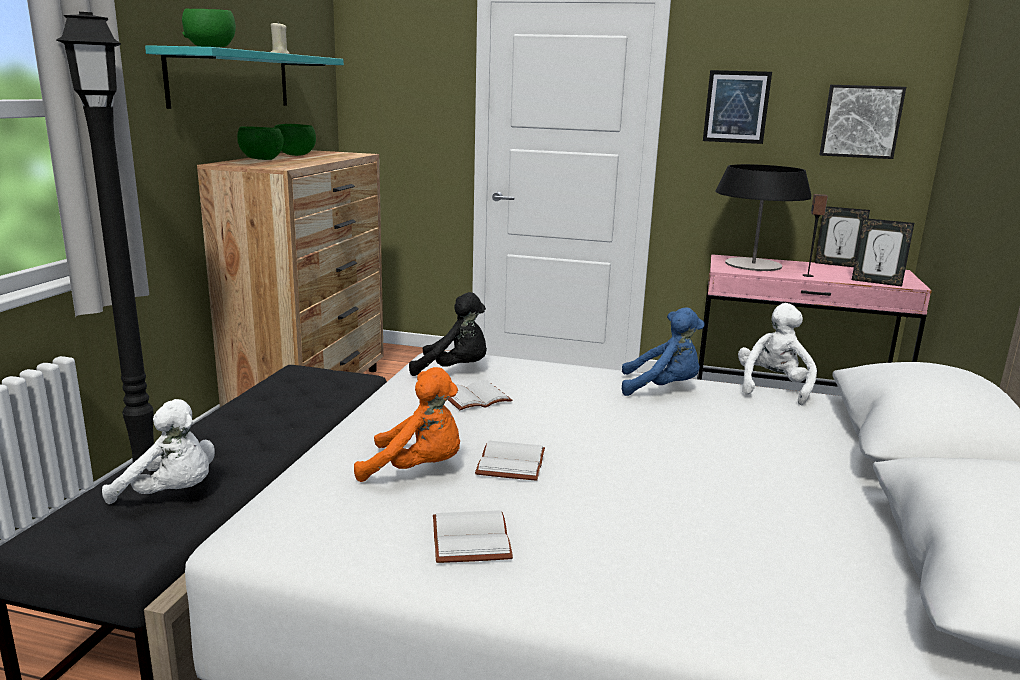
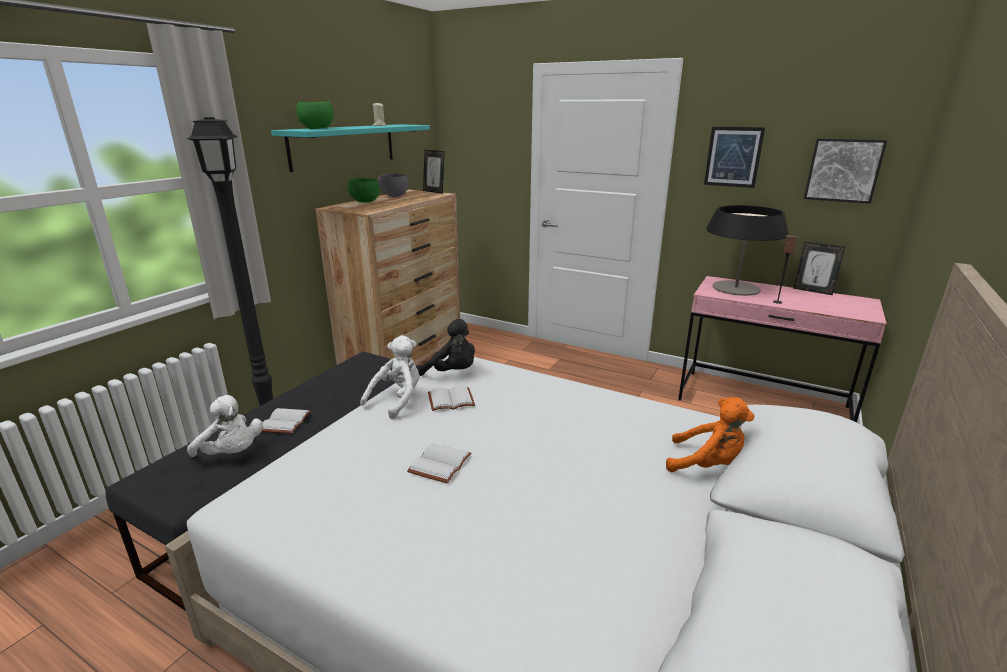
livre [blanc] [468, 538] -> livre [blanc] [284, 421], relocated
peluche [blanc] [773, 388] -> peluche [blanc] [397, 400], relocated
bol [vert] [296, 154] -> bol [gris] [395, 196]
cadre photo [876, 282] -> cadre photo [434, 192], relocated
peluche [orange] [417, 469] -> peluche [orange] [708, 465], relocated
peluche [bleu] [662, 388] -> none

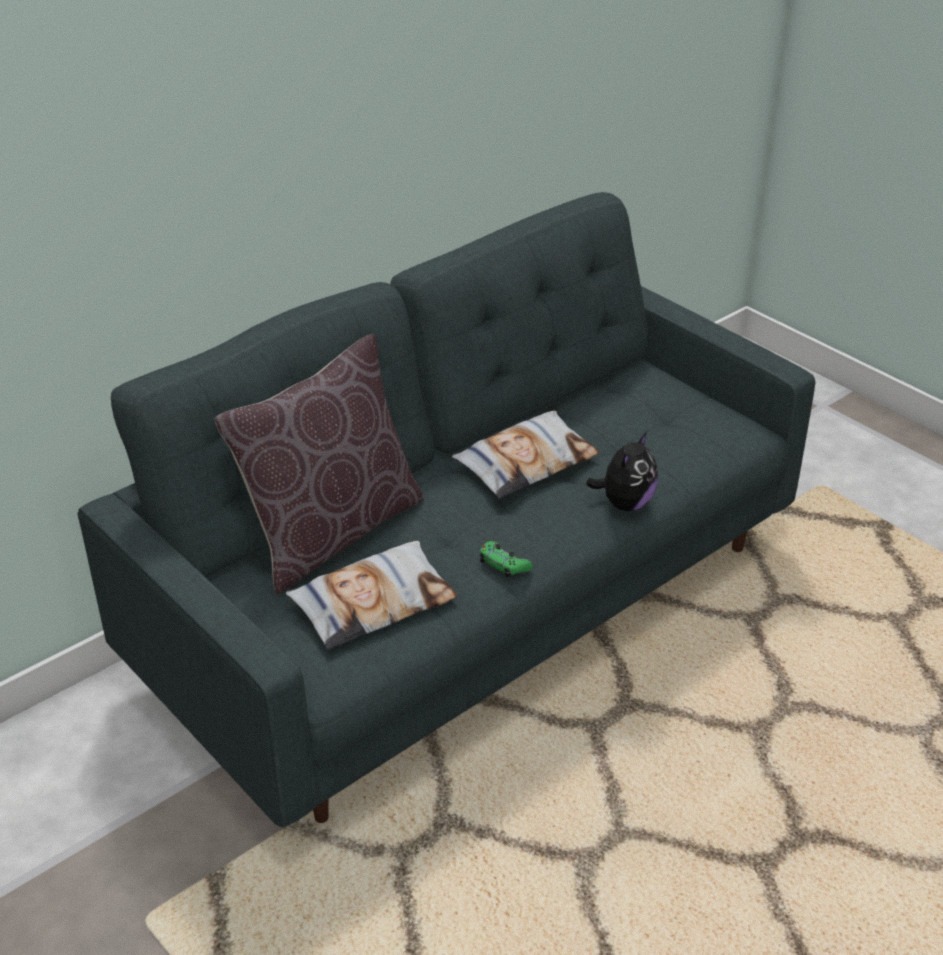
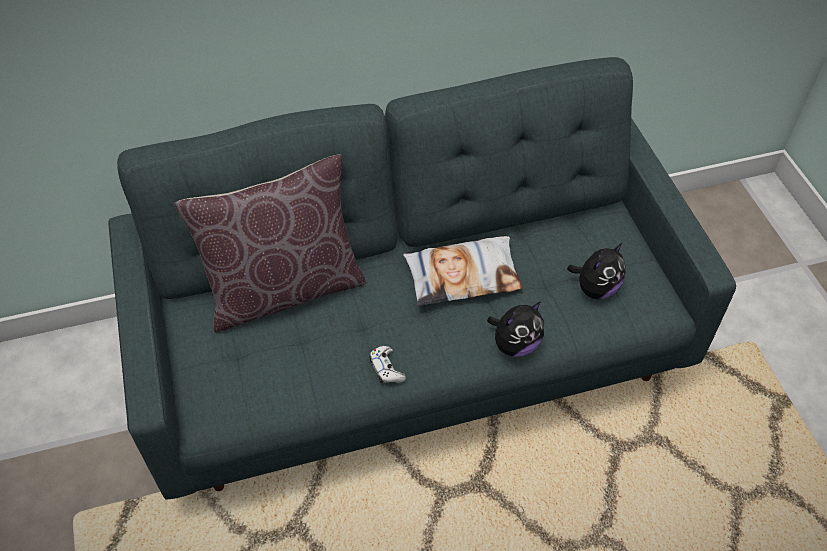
manette [vert] [504, 564] -> manette [blanc] [386, 368]
none -> peluche [595, 288]
coussin [373, 603] -> none

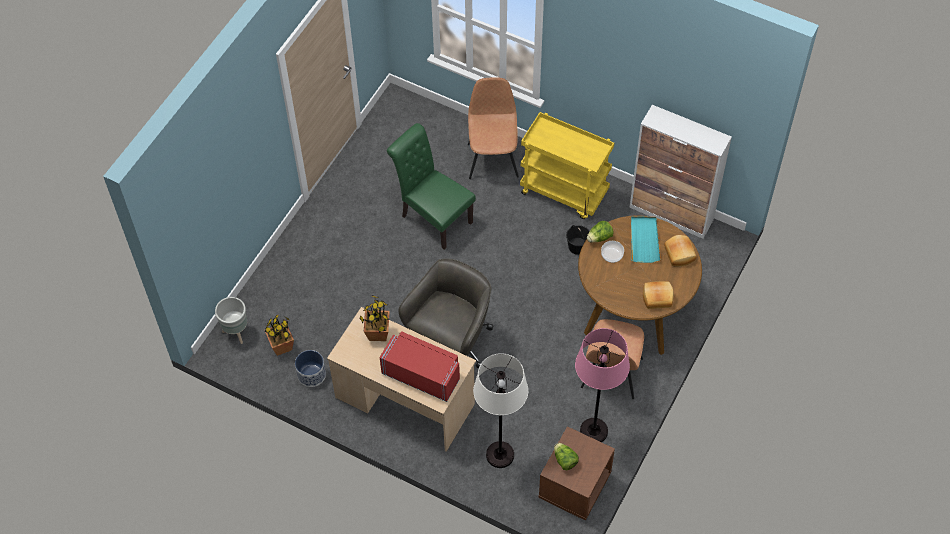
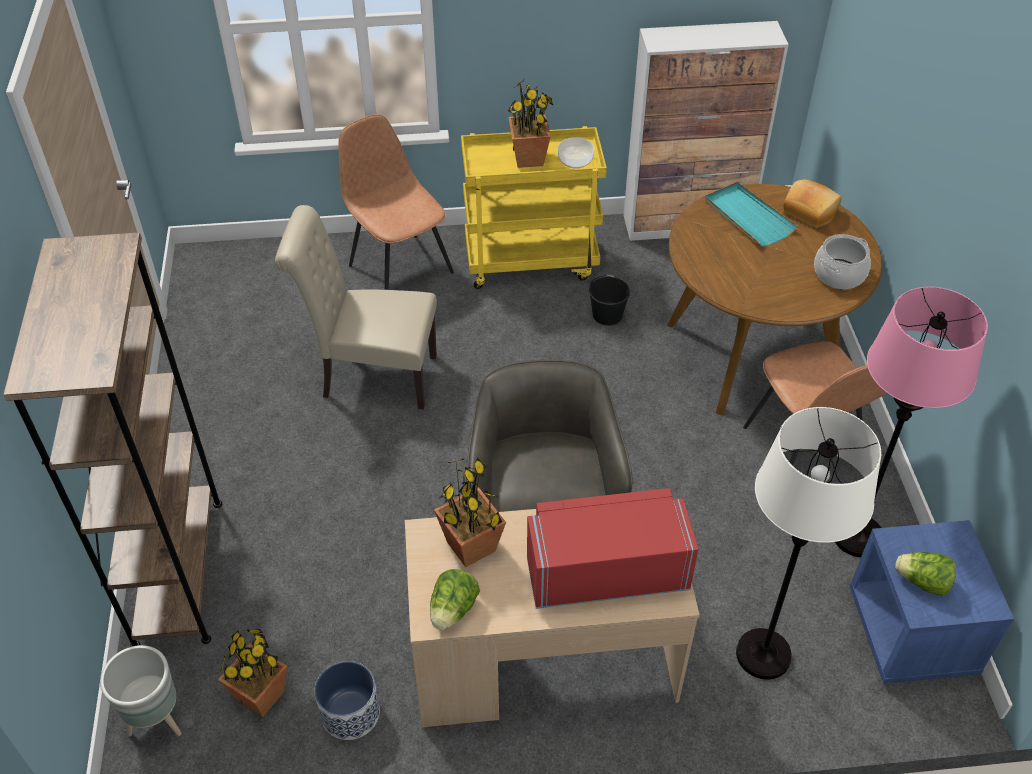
none -> bibliothèque [marron] [178, 571]
chaise [vert] [433, 217] -> chaise [beige] [372, 376]
laitue [599, 237] -> laitue [453, 610], relocated
none -> plante en pot [528, 158]
bol [611, 255] -> bol [575, 161], relocated
pain [657, 297] -> marmite [839, 274]
table de chevet [marron] [574, 487] -> table de chevet [bleu] [912, 633]

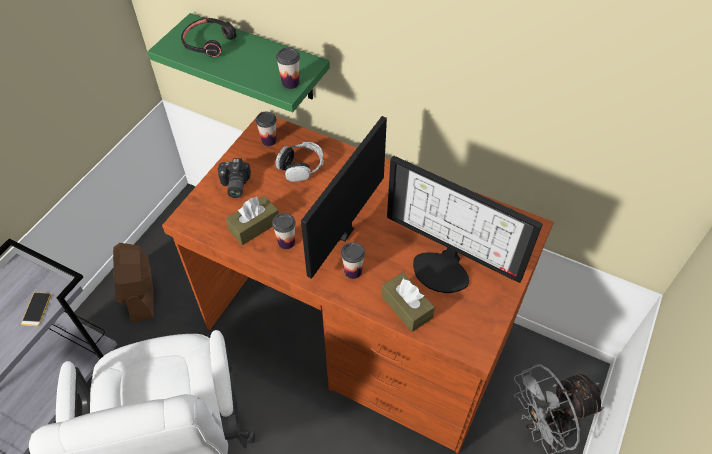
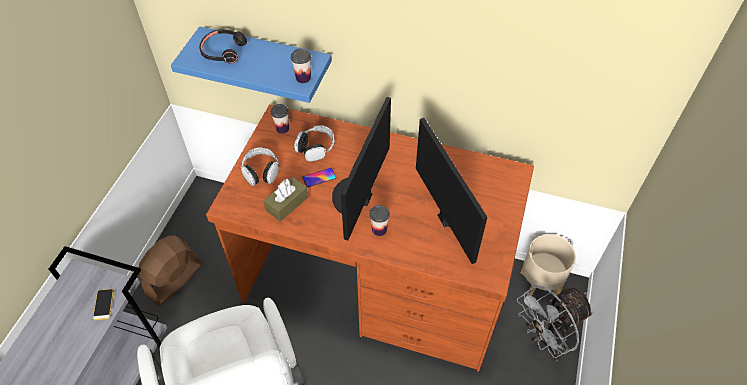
ventilateur [marron] [140, 293] -> ventilateur [marron] [174, 280], 60 degrees clockwise
étagère [vert] [260, 58] -> étagère [bleu] [267, 59]
appareil photo [234, 185] -> casque audio [261, 171]
none -> téléphone [319, 177]
écran d'ordinateur [444, 268] -> écran d'ordinateur [453, 216], 135 degrees counterclockwise
none -> cache-pot [beige] [538, 284]
tasse [286, 242] -> none
boîte à mouchoirs [marron] [406, 307] -> none

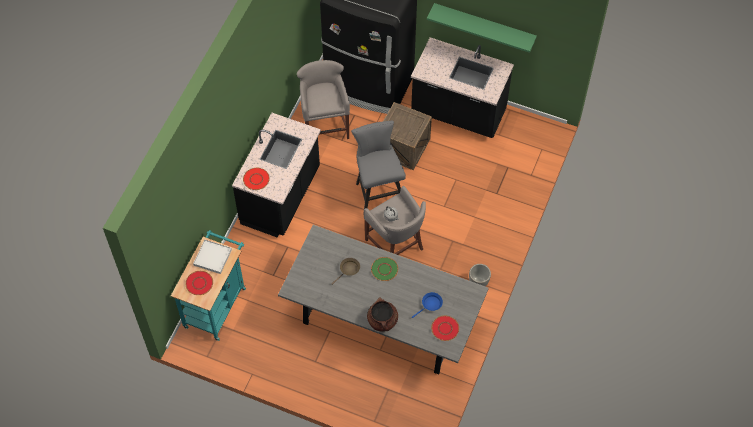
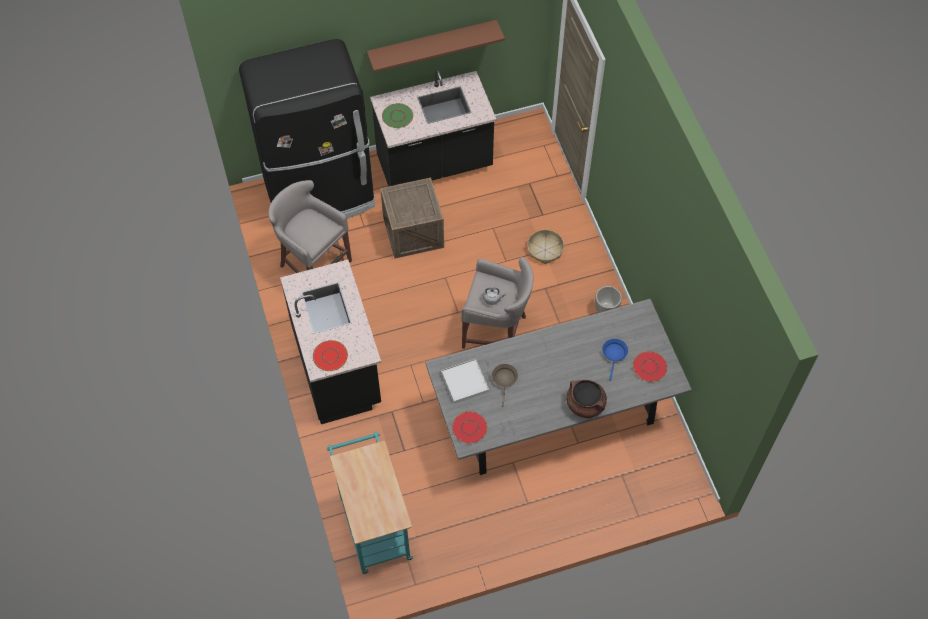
étagère [vert] [484, 25] -> étagère [marron] [432, 43]
assiette [vert] [384, 269] -> assiette [vert] [397, 116], relocated
plateau [blanc] [212, 257] -> plateau [blanc] [464, 382], relocated
assiette [rouge] [199, 283] -> assiette [rouge] [469, 428], relocated
none -> panier [545, 250]
tabouret [gris] [378, 191] -> none

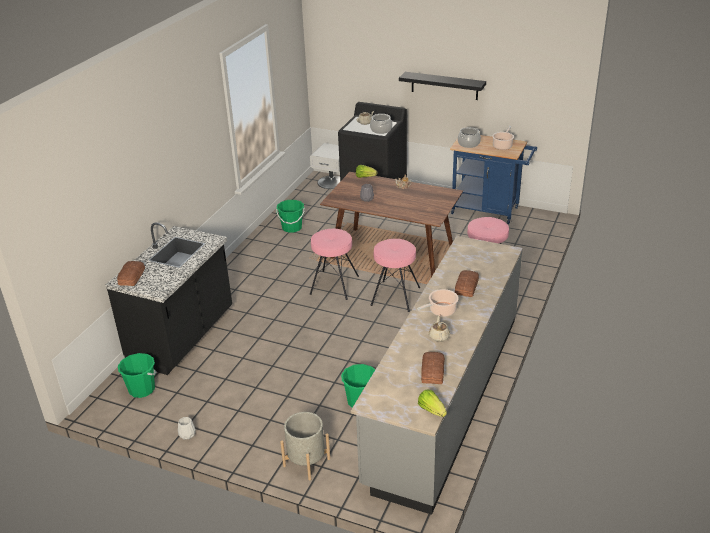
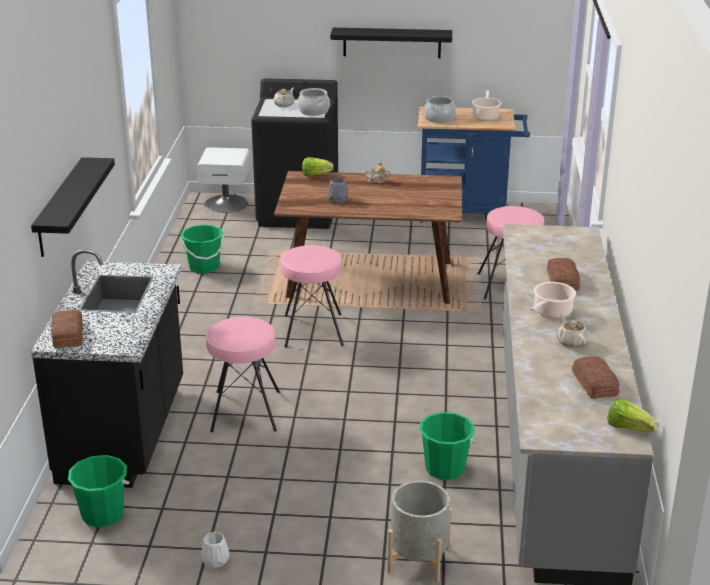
none -> étagère [noir] [60, 207]
tabouret [rose] [395, 296] -> tabouret [rose] [245, 411], relocated

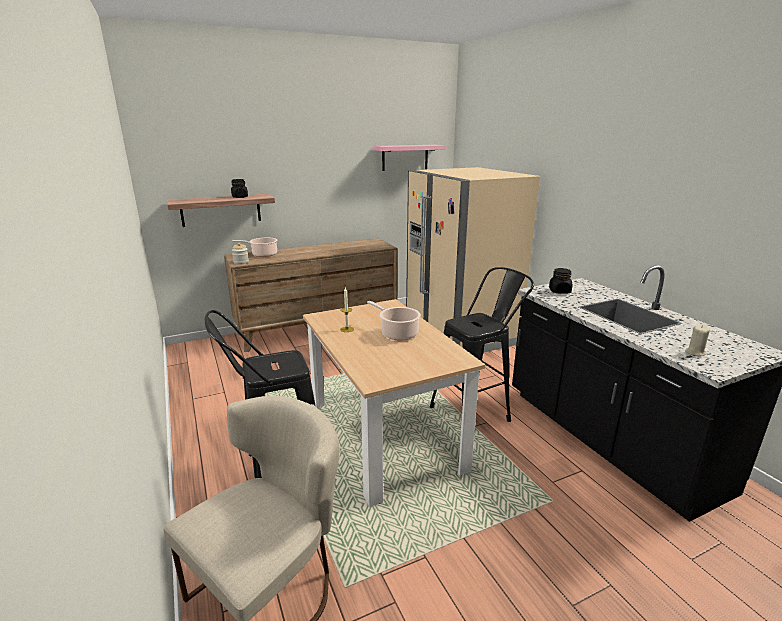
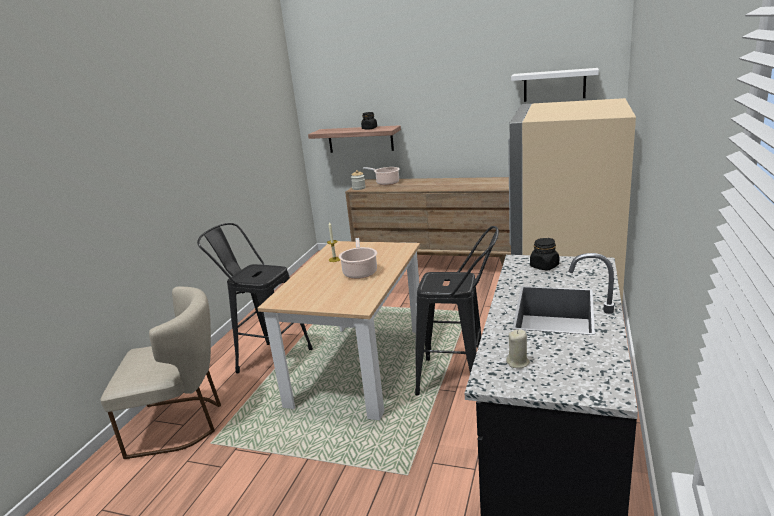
étagère [rose] [405, 157] -> étagère [blanc] [554, 85]

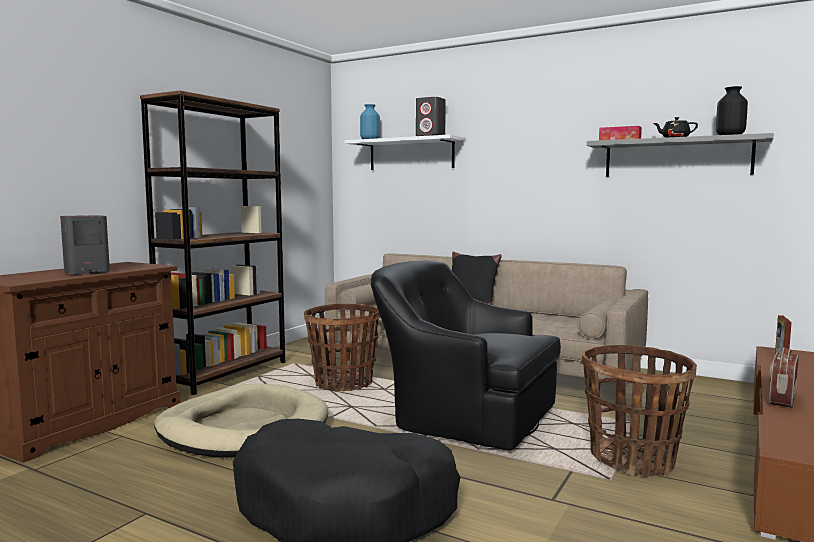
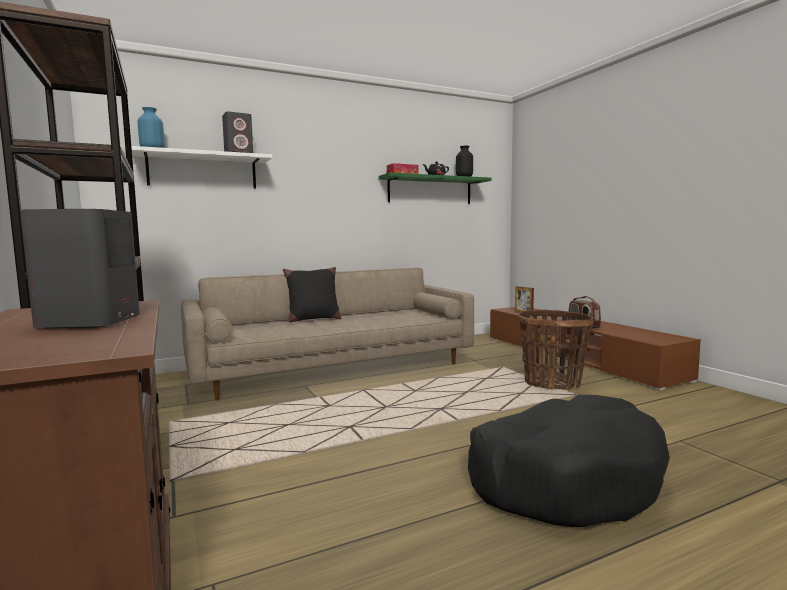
étagère [gris] [676, 157] -> étagère [vert] [430, 190]
panier pour chien [beige] [243, 428] -> none
panier [343, 383] -> none
fauteuil [noir] [462, 417] -> none

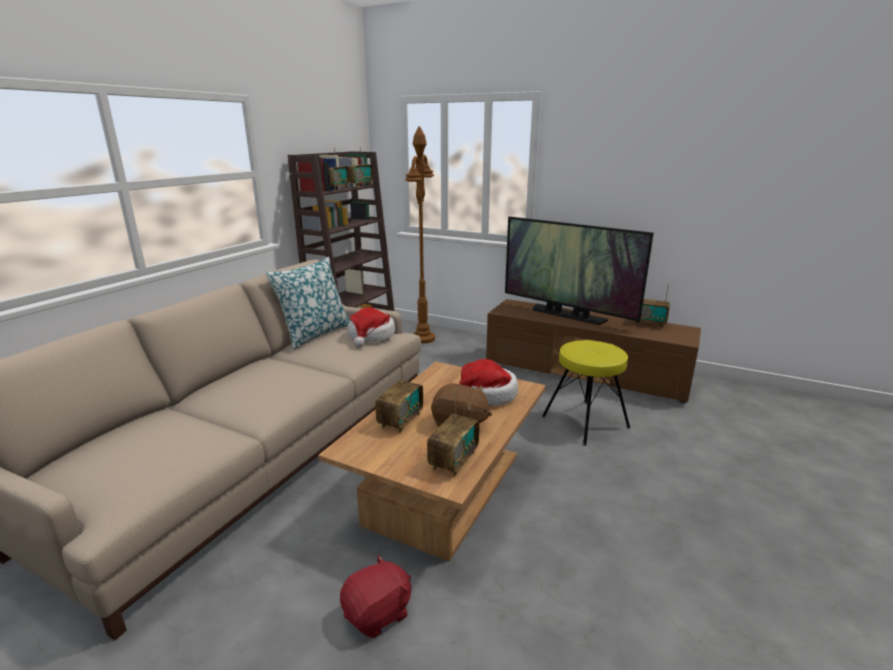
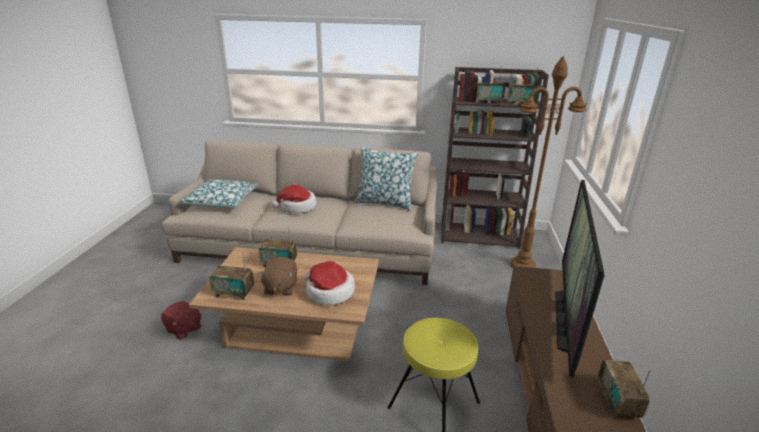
none -> coussin [222, 201]
chapeau [371, 336] -> chapeau [297, 207], relocated

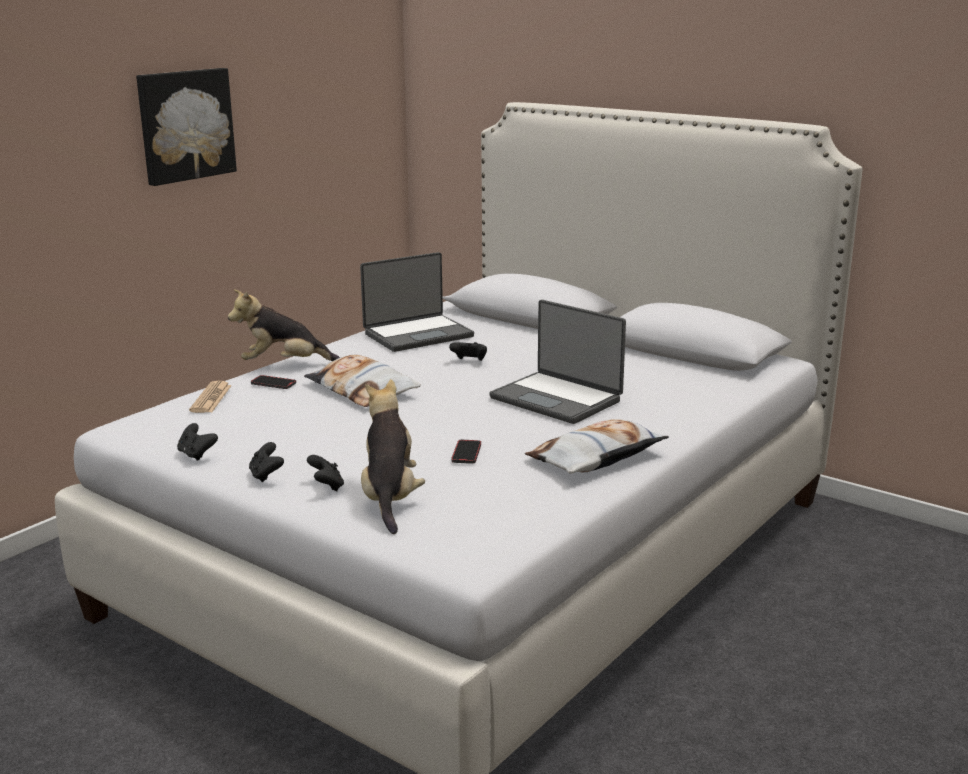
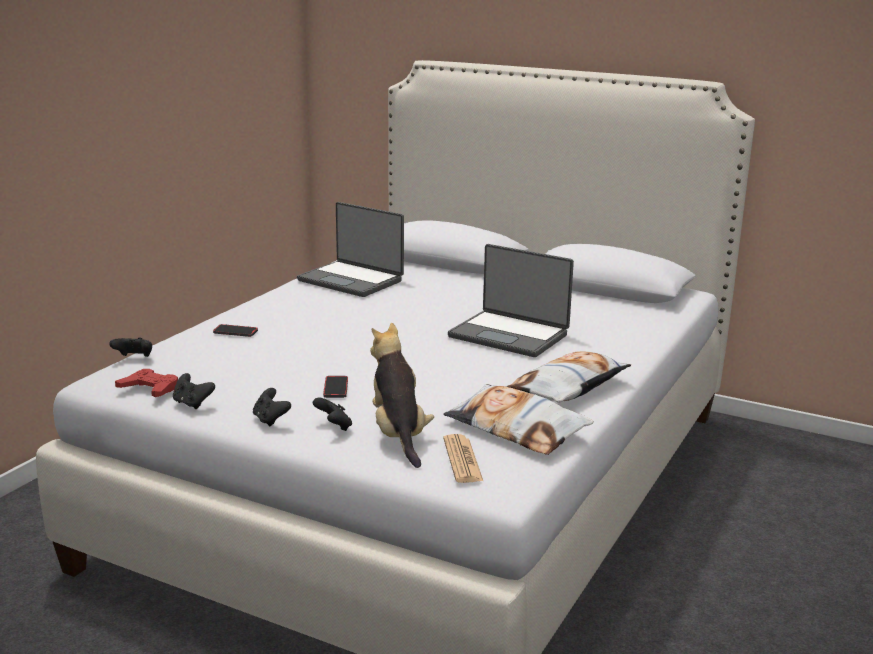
manette [noir] [469, 361] -> manette [noir] [134, 358], relocated
none -> manette [rouge] [149, 389]
ordinateur portable [417, 334] -> ordinateur portable [352, 280], 75 degrees clockwise
téléphone [466, 454] -> téléphone [335, 389], relocated
coussin [362, 390] -> coussin [517, 428], relocated
journal [211, 398] -> journal [462, 460], relocated
tableau [185, 125] -> none
peluche [284, 364] -> none

